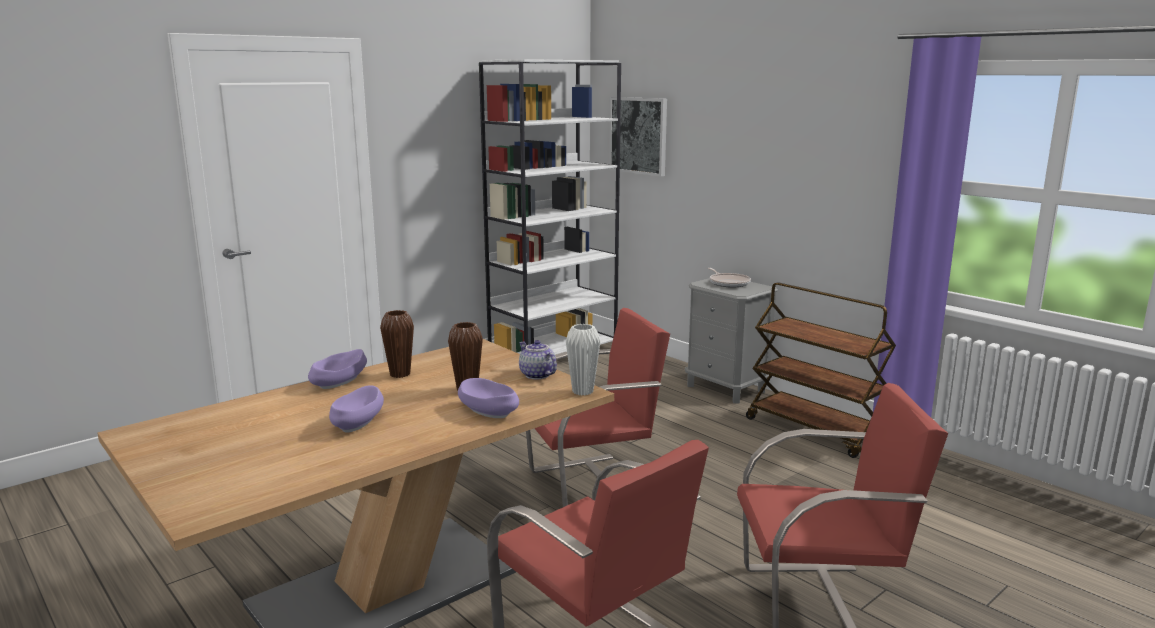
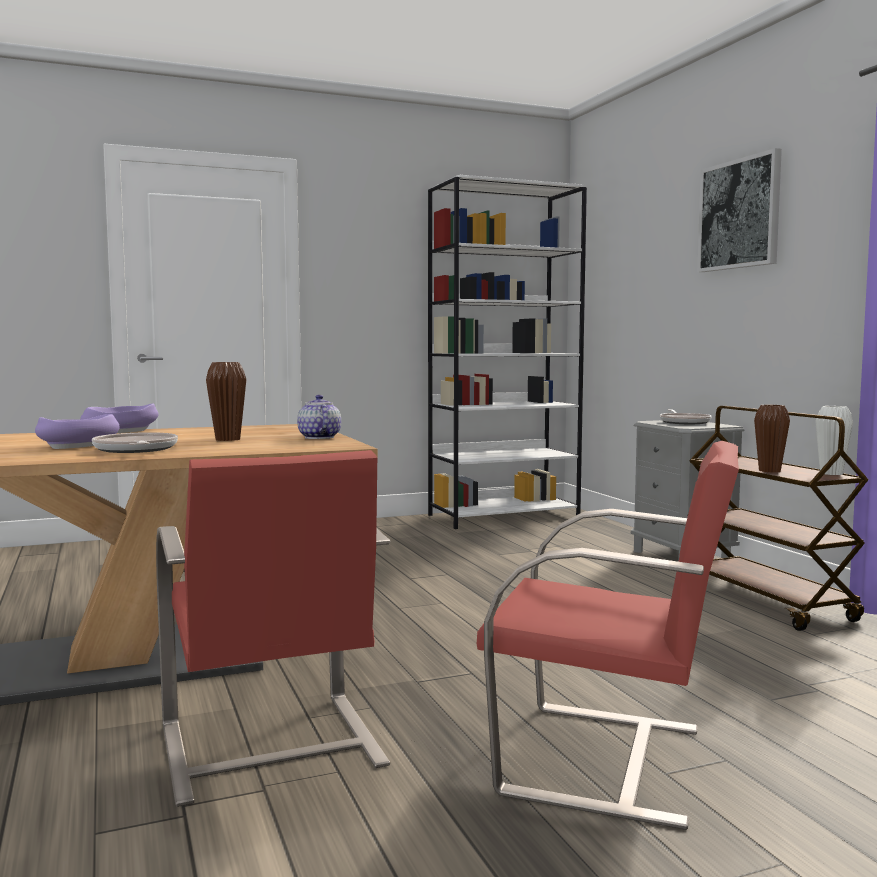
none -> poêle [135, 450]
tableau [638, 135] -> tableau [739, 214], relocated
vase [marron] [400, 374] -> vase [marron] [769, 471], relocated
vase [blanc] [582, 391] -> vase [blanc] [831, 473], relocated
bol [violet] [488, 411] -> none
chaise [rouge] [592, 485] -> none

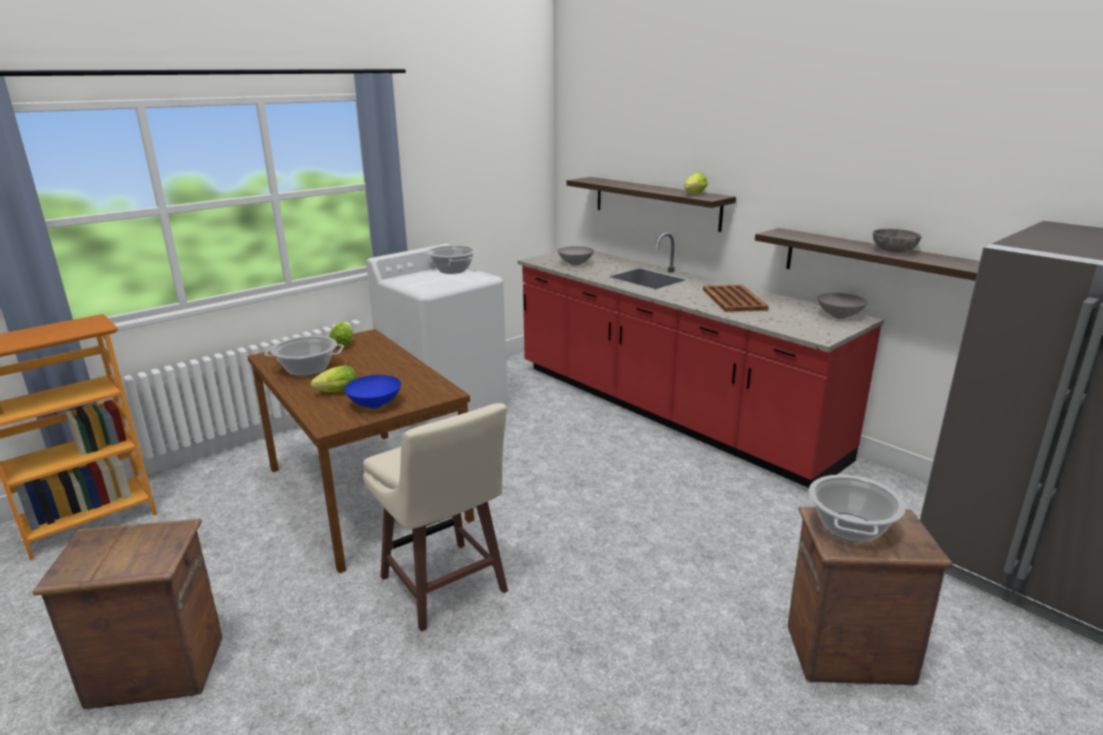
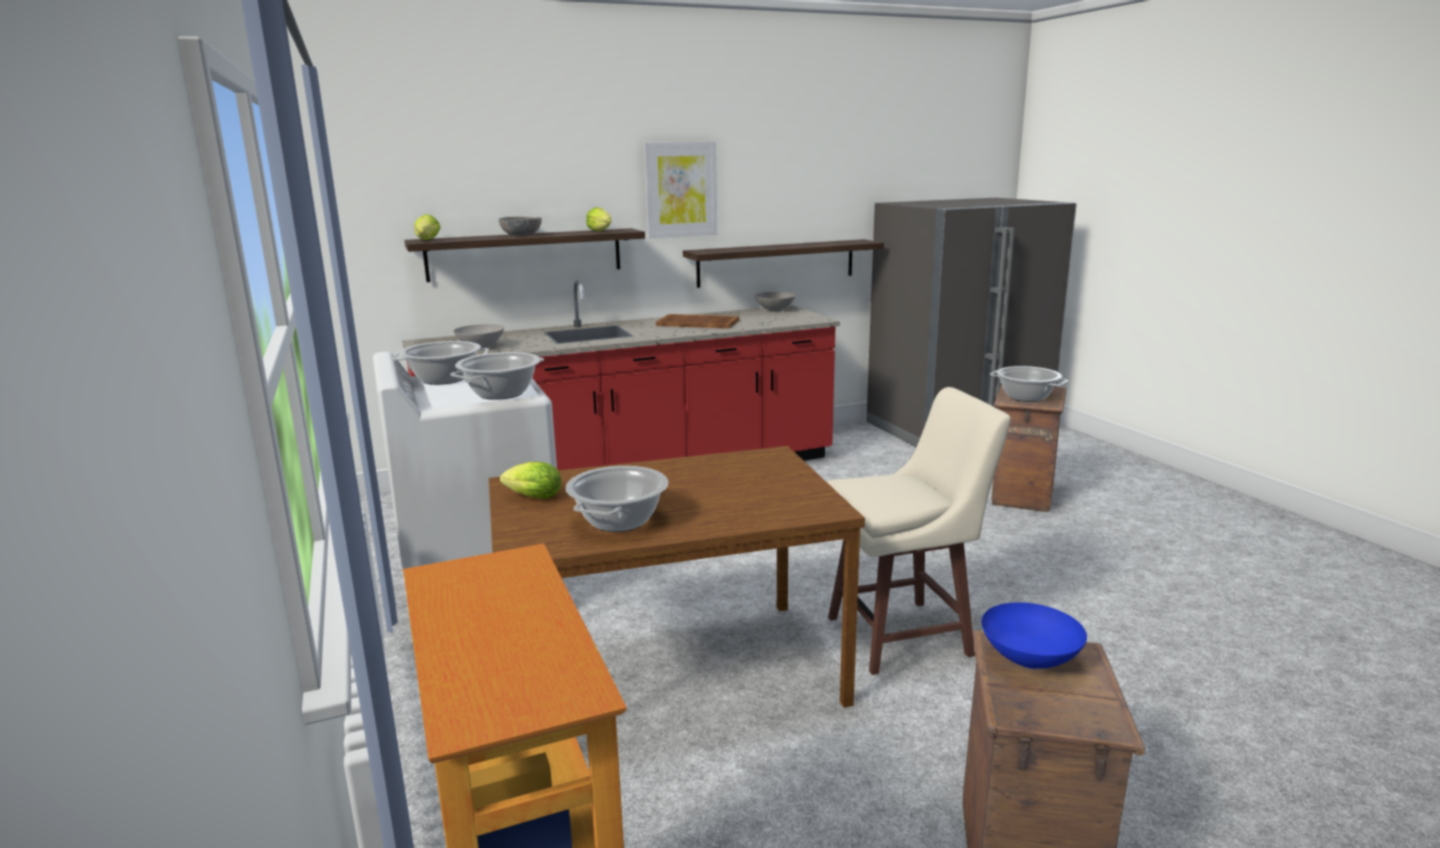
laitue [335, 393] -> laitue [427, 240], relocated
none -> marmite [501, 393]
bol [gris] [893, 251] -> bol [gris] [521, 235], relocated
none -> tableau [680, 189]
bol [bleu] [374, 404] -> bol [bleu] [1028, 660], relocated

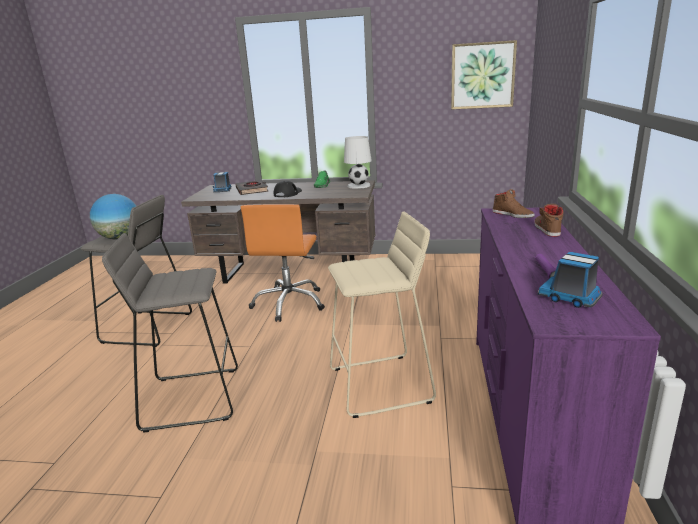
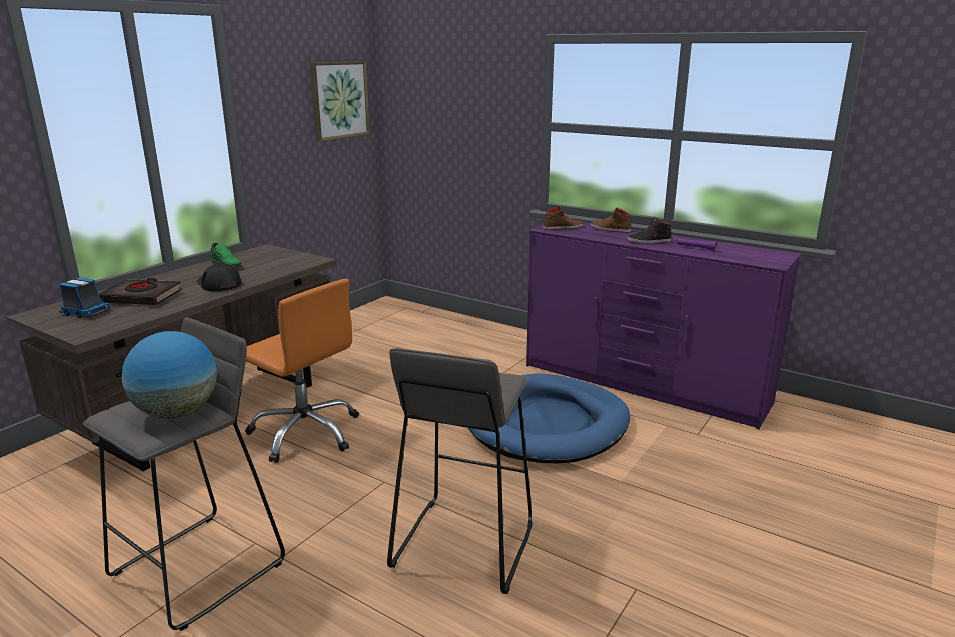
tabouret [beige] [380, 385] -> panier pour chien [bleu] [547, 424]
none -> chaussure [noir] [649, 241]
lampe de table [blanc] [358, 185] -> none
camion jouet [570, 298] -> none

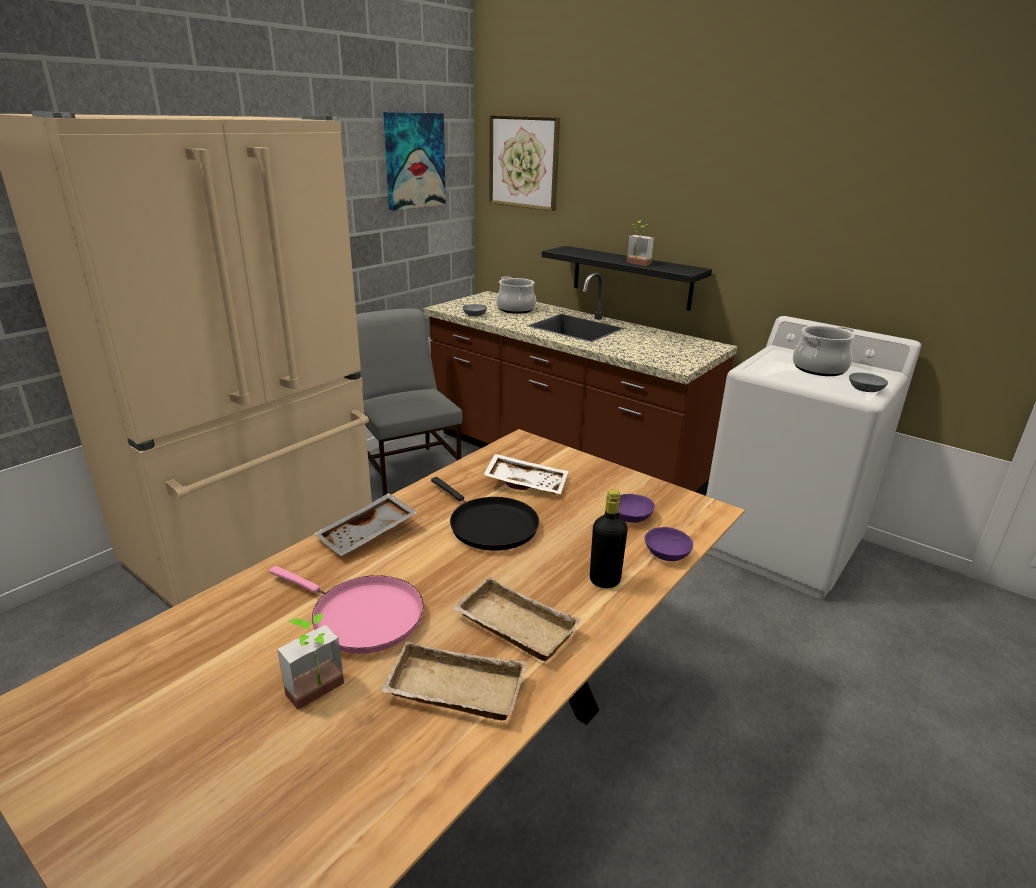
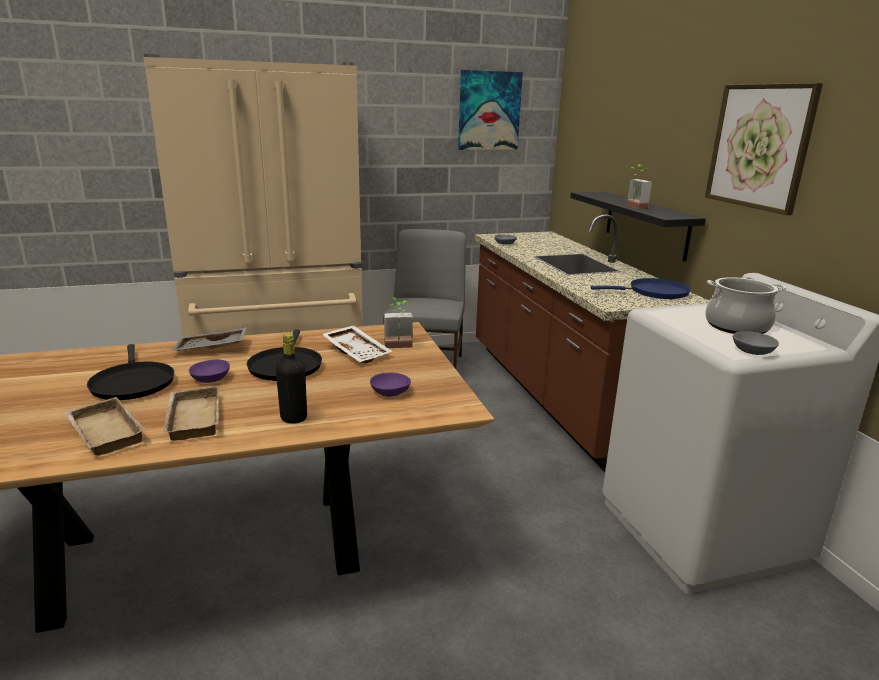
poêle [rose] [361, 617] -> poêle [noir] [132, 383]
bol [violet] [665, 553] -> bol [violet] [210, 378], relocated
plante en pot [320, 695] -> plante en pot [398, 347], relocated
none -> poêle [bleu] [654, 292]
tableau [524, 162] -> tableau [759, 146], relocated
marmite [515, 309] -> none

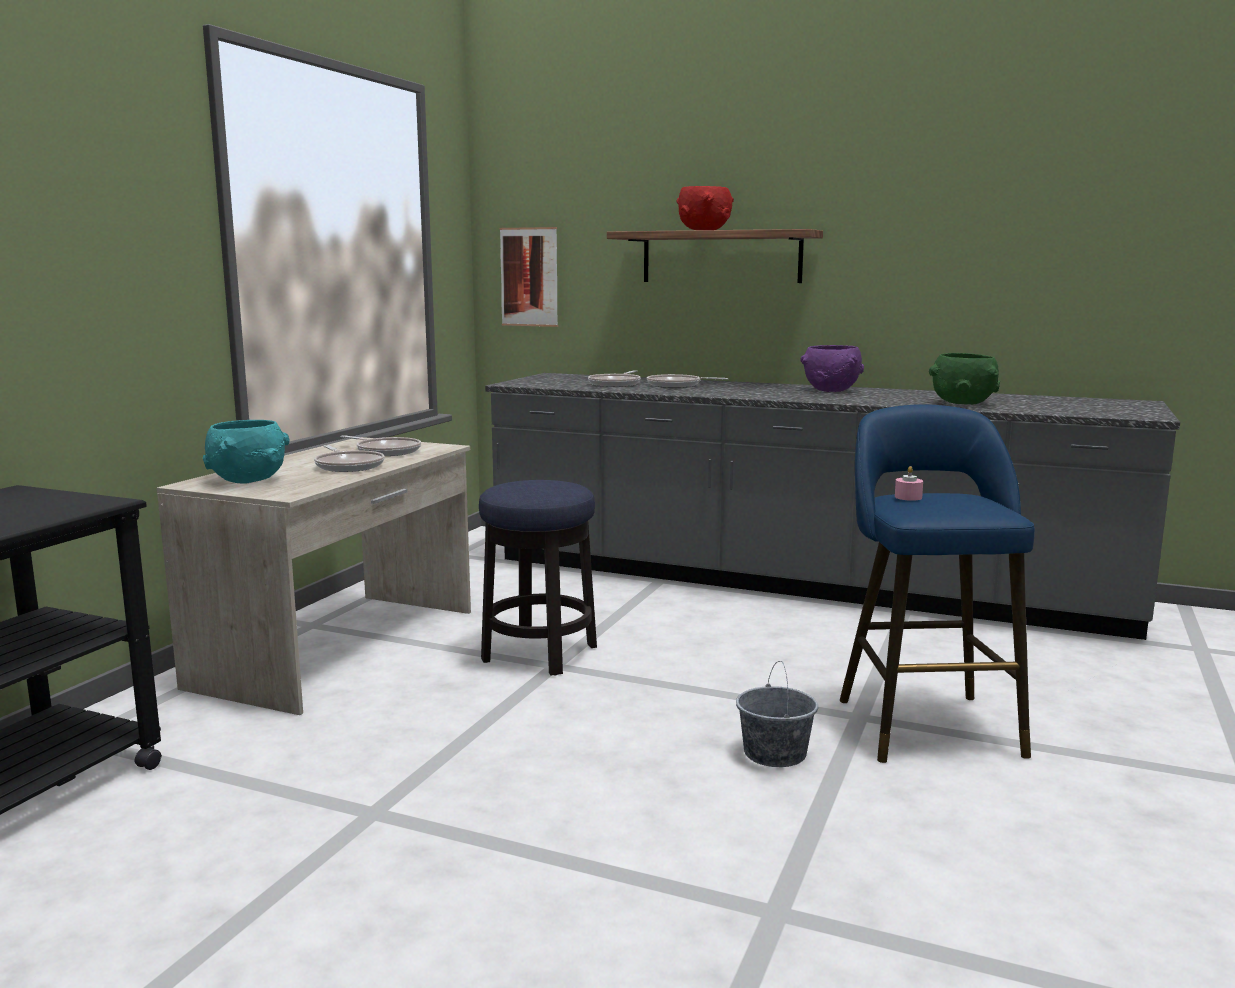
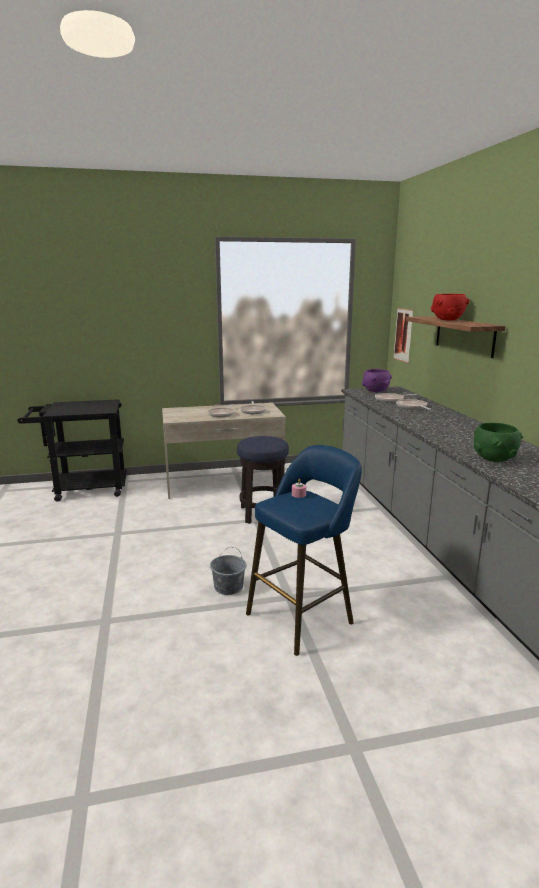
bol [violet] [831, 390] -> bol [violet] [376, 391], relocated
bol [turquoise] [248, 480] -> none

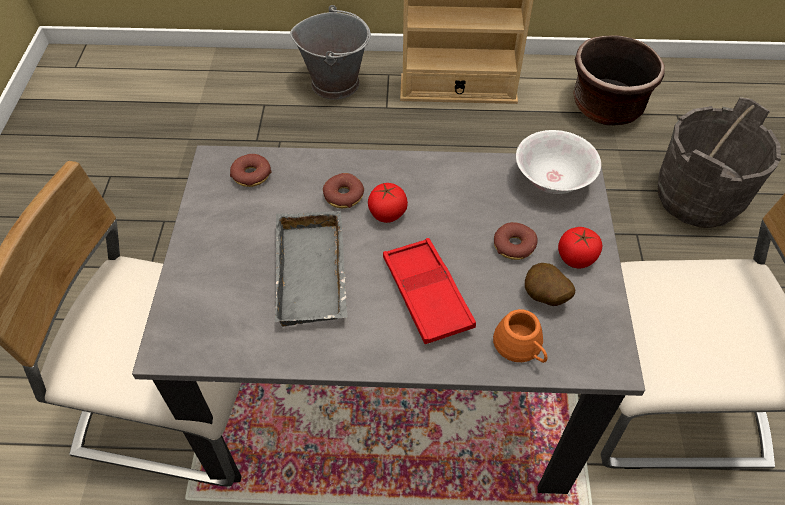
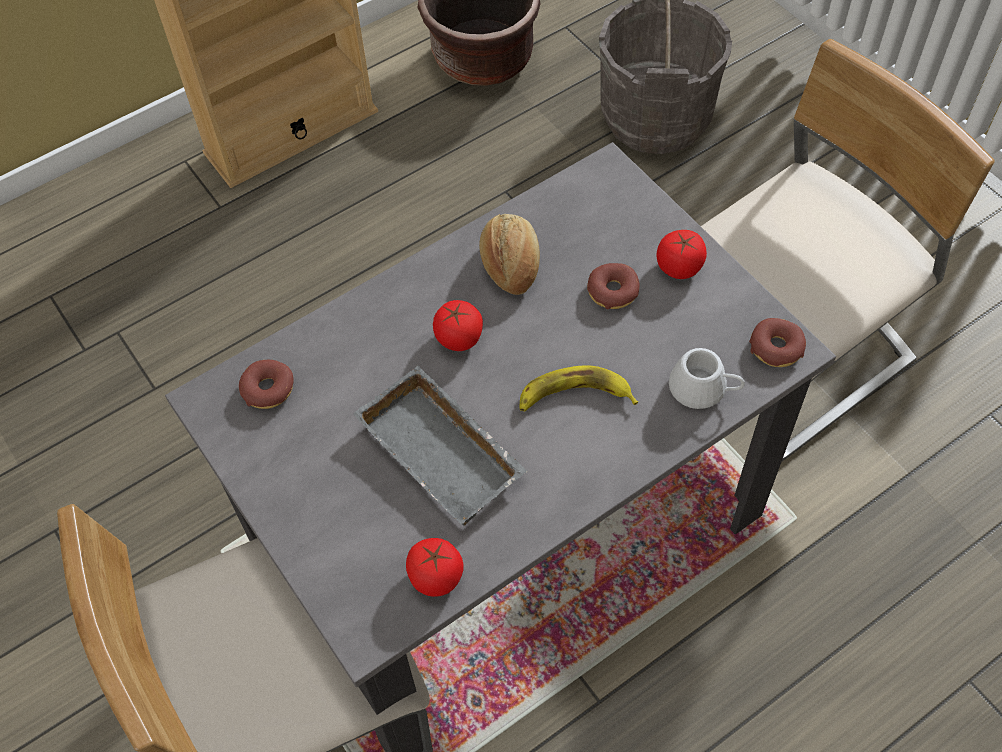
none -> tomate [436, 576]
none -> pain [509, 264]
plateau [rouge] [426, 294] -> banane [574, 396]
mug [orange] [521, 348] -> mug [blanc] [704, 389]
beignet [344, 196] -> beignet [776, 348], relocated
seau [gris] [335, 83] -> none
bol [blanc] [553, 180] -> none
pomme de terre [544, 297] -> none

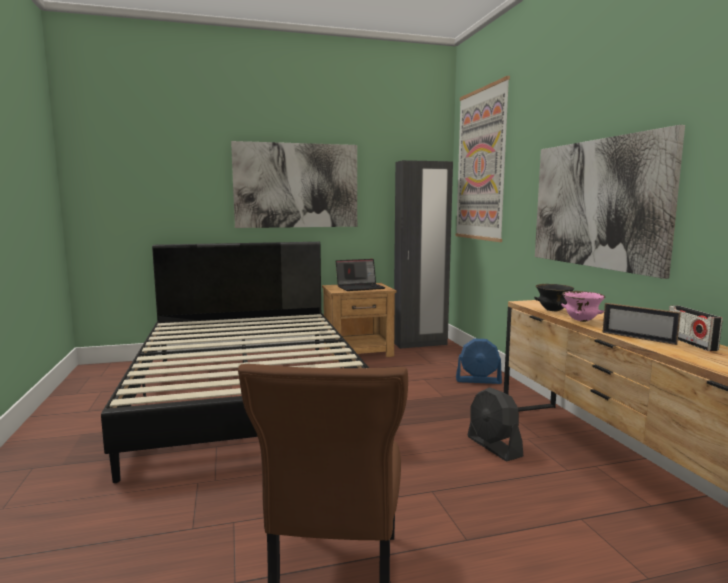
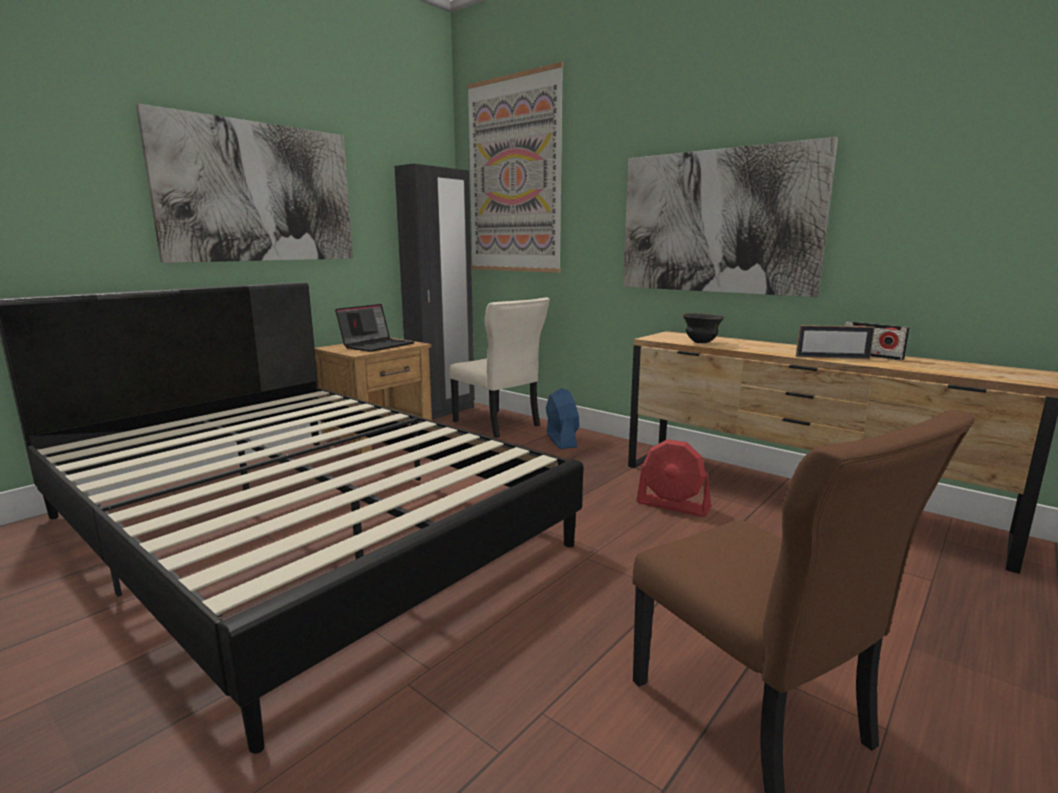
none -> chaise [beige] [498, 425]
ventilateur [bleu] [478, 380] -> ventilateur [bleu] [561, 440], 75 degrees counterclockwise
ventilateur [noir] [494, 447] -> ventilateur [rouge] [673, 505]
bol [rose] [581, 321] -> none

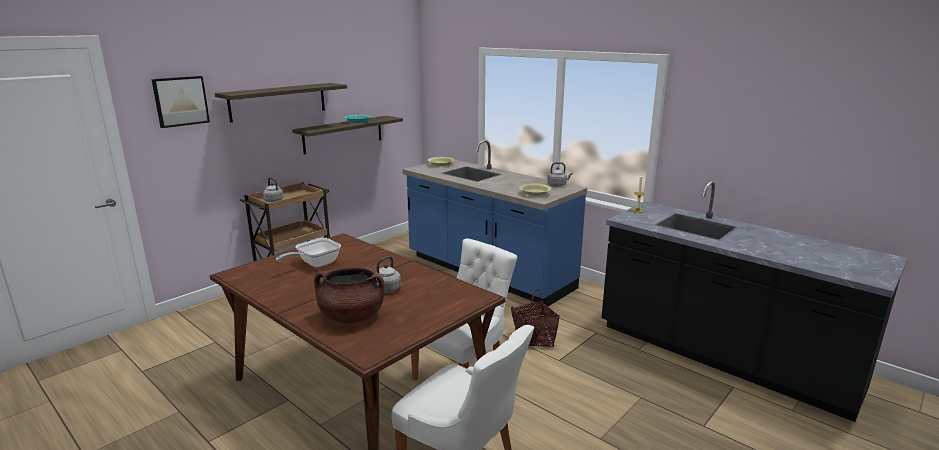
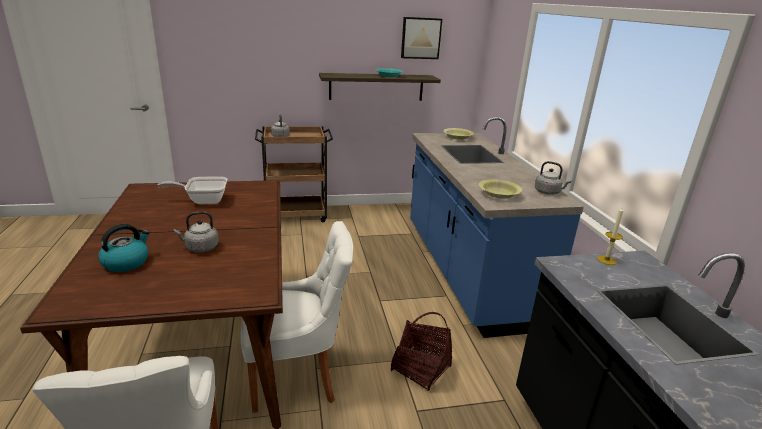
marmite [marron] [351, 316] -> bouilloire [126, 262]
tableau [180, 101] -> tableau [420, 38], relocated
étagère [278, 101] -> none

